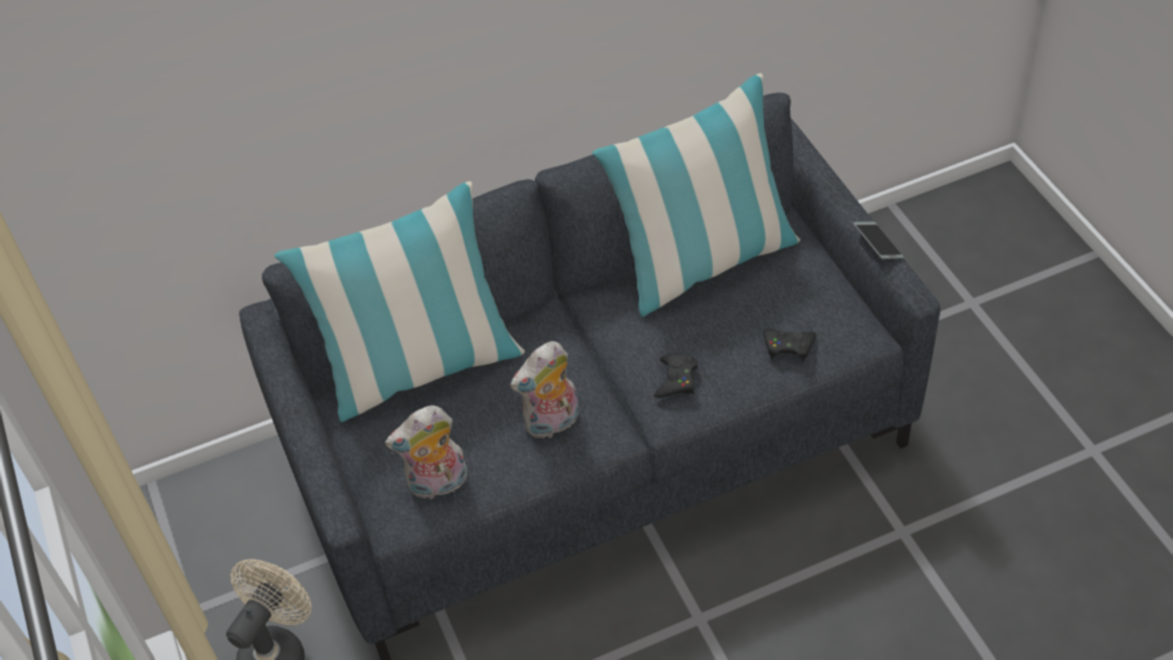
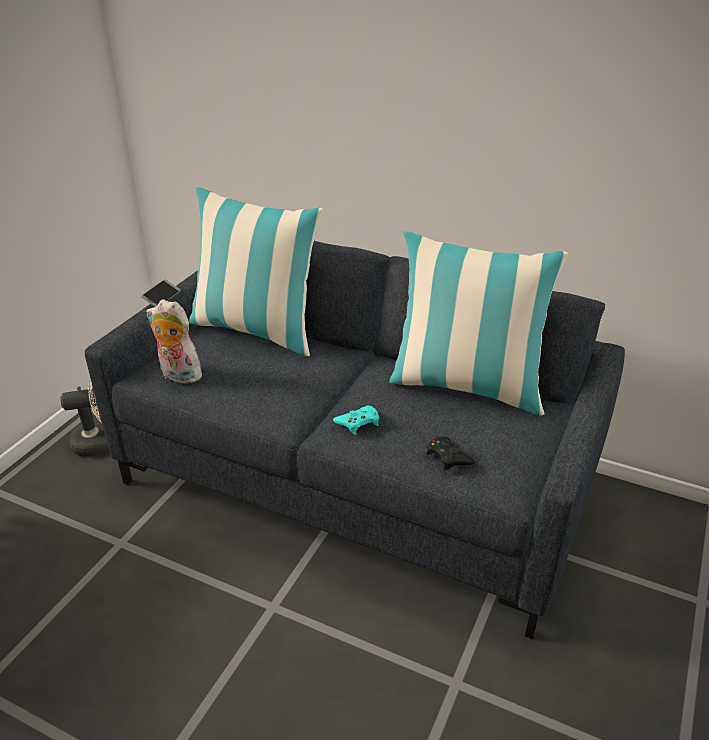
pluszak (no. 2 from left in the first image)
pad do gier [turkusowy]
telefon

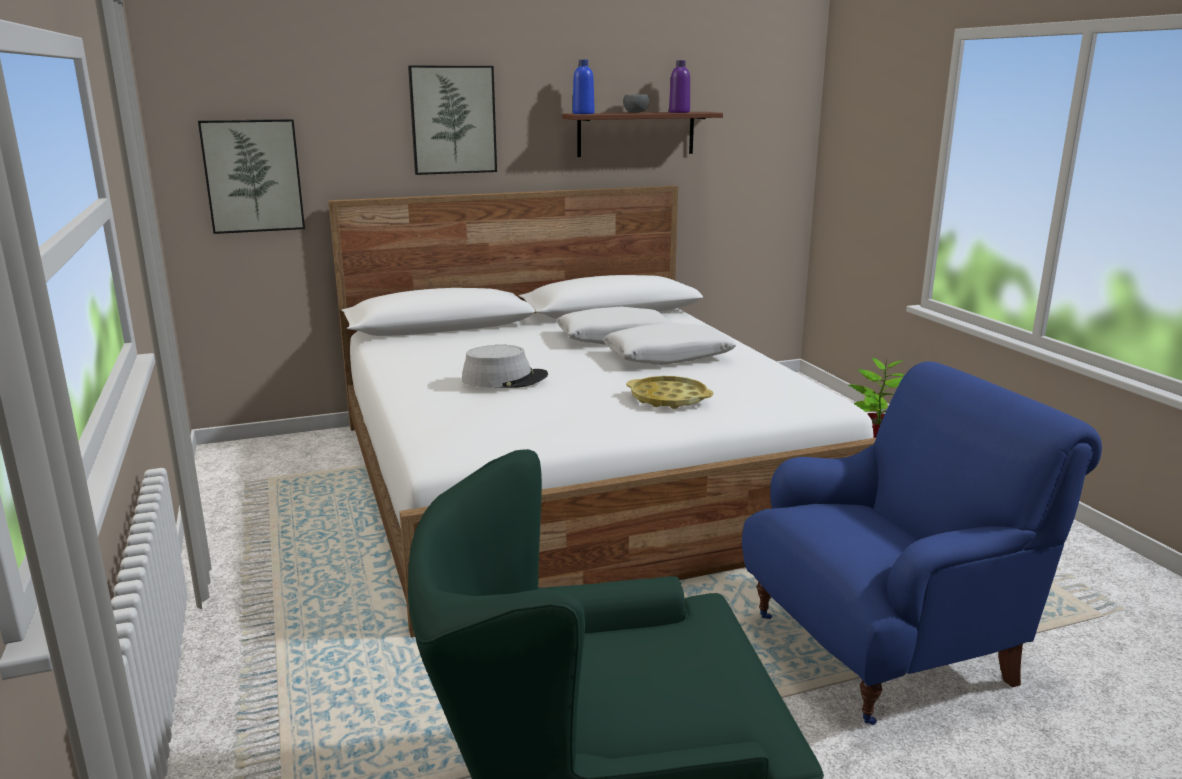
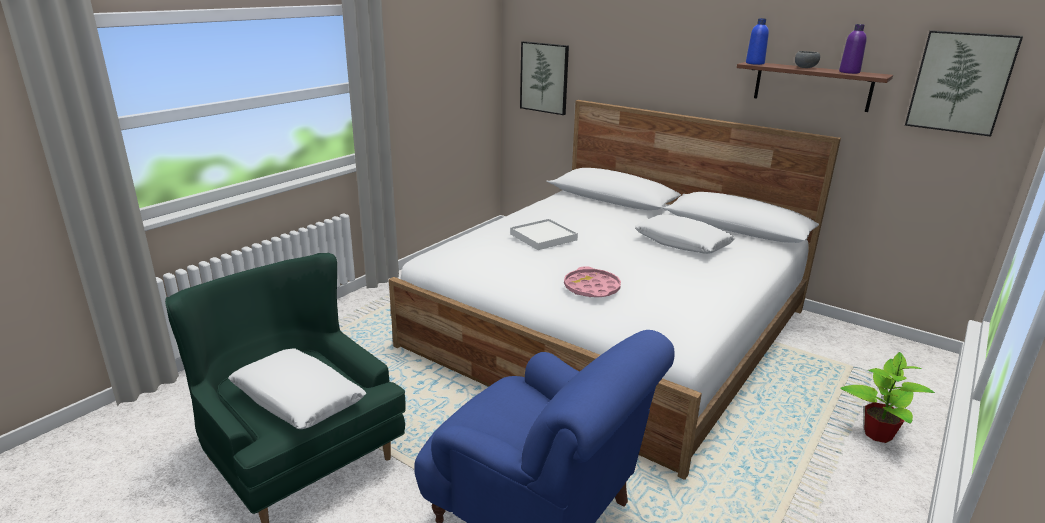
obraz (no. 2 from left)
taca [biały]
poduszka [biały] (no. 1 from left)
taca [różowy]

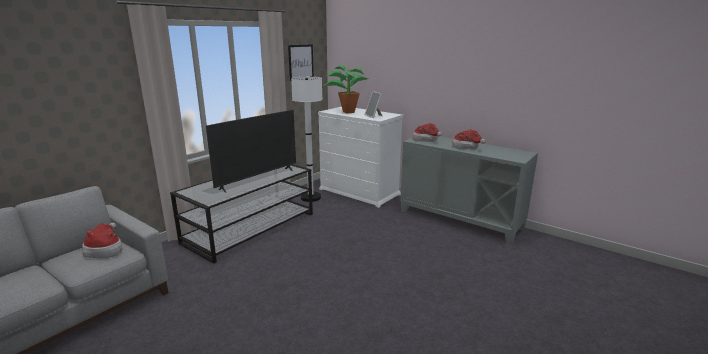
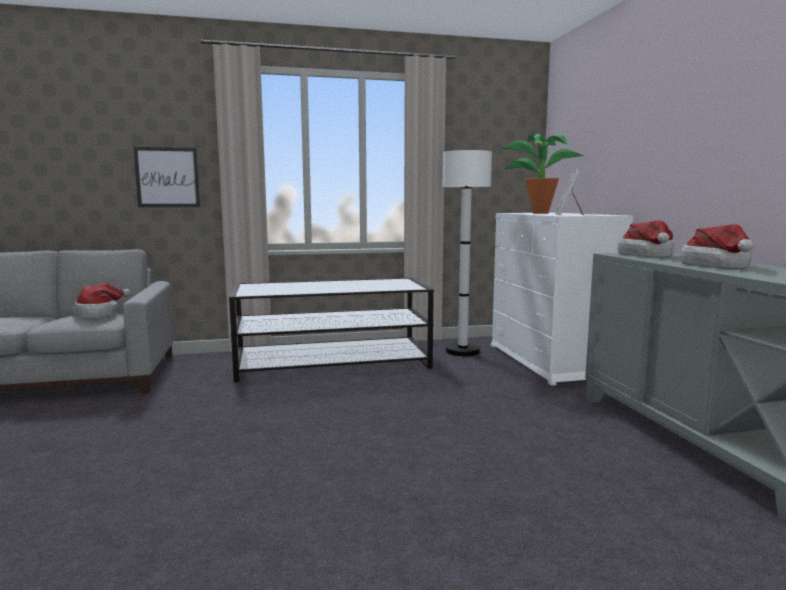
telewizor
obraz

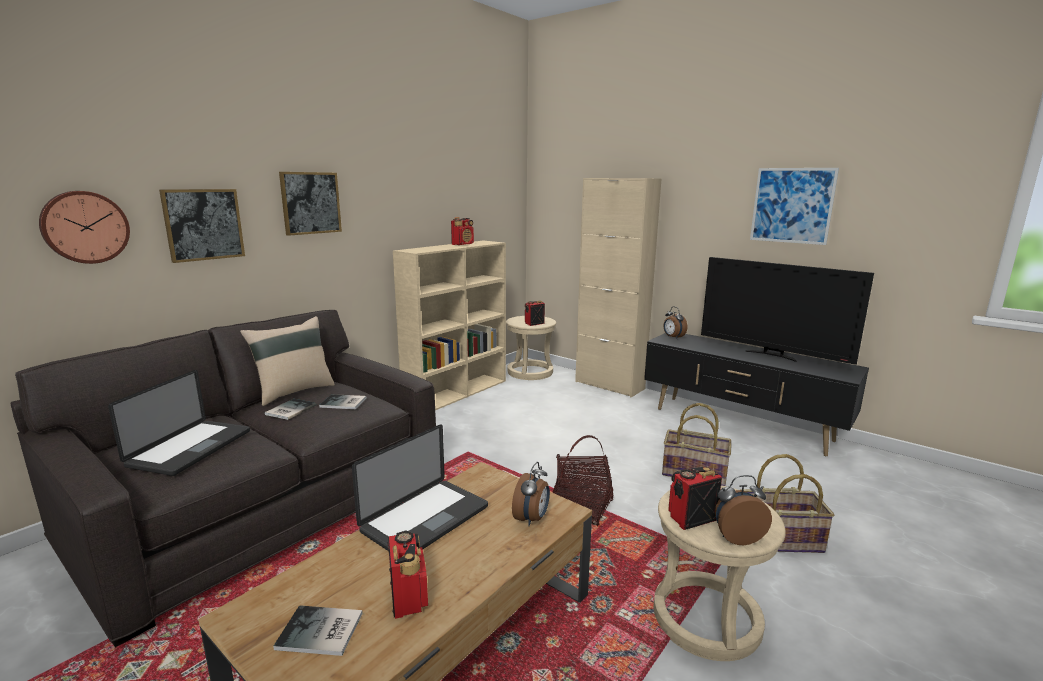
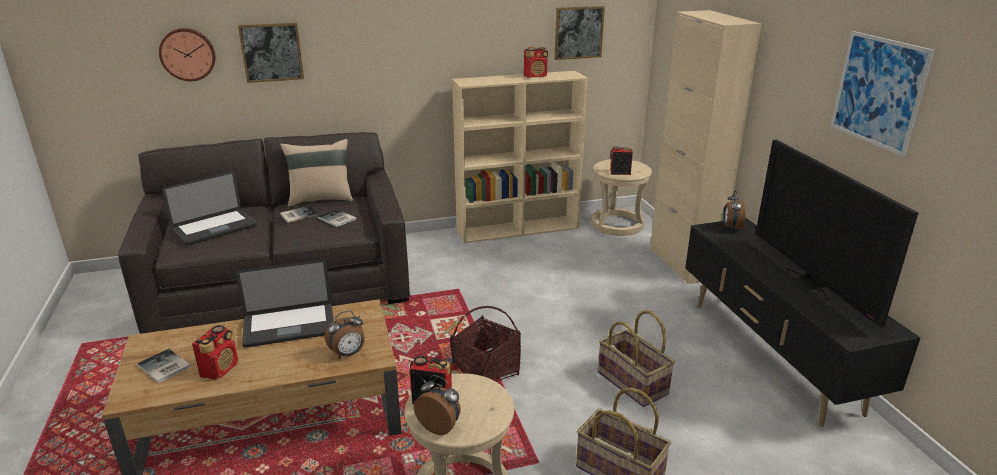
obraz (no. 2 from left)

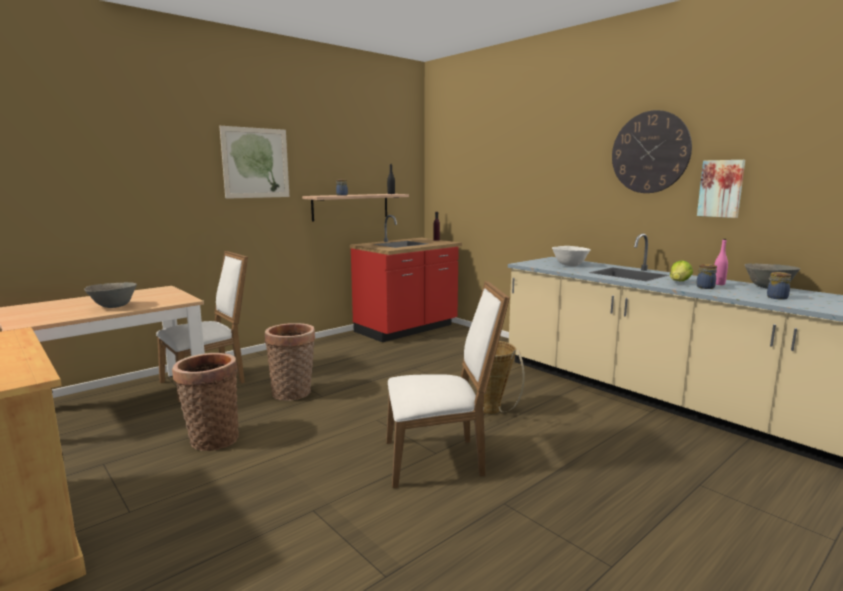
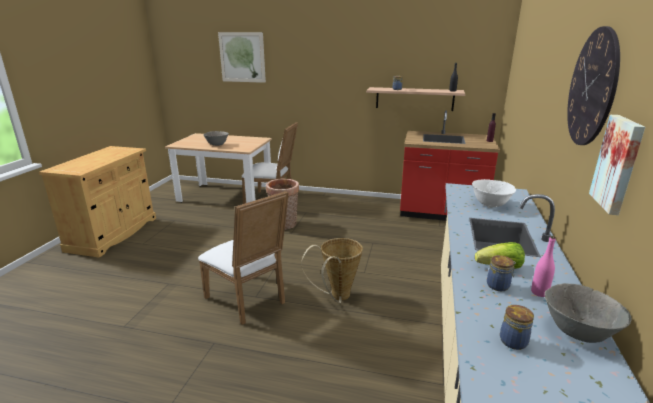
koszyk (no. 1 from left in the first image)
obraz (no. 1 from left)

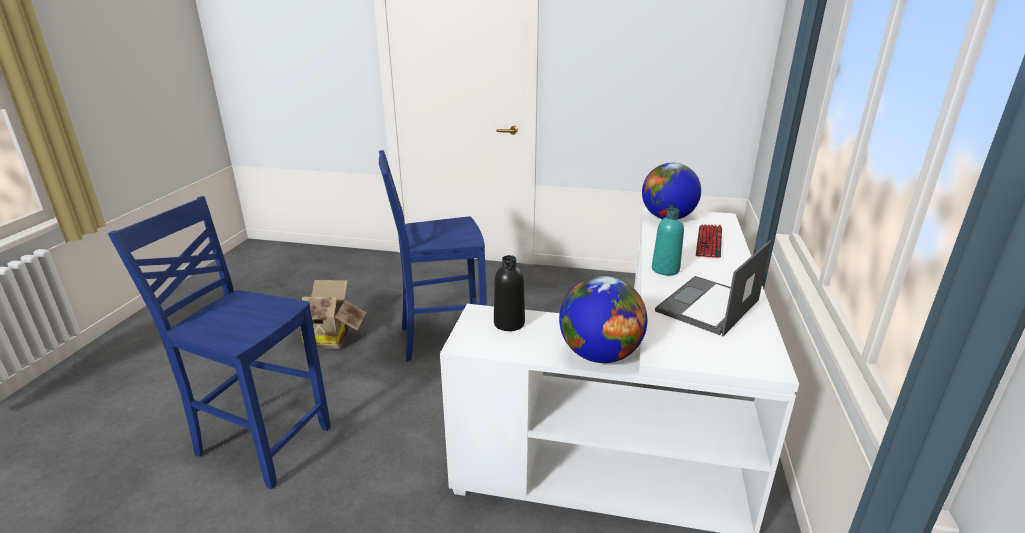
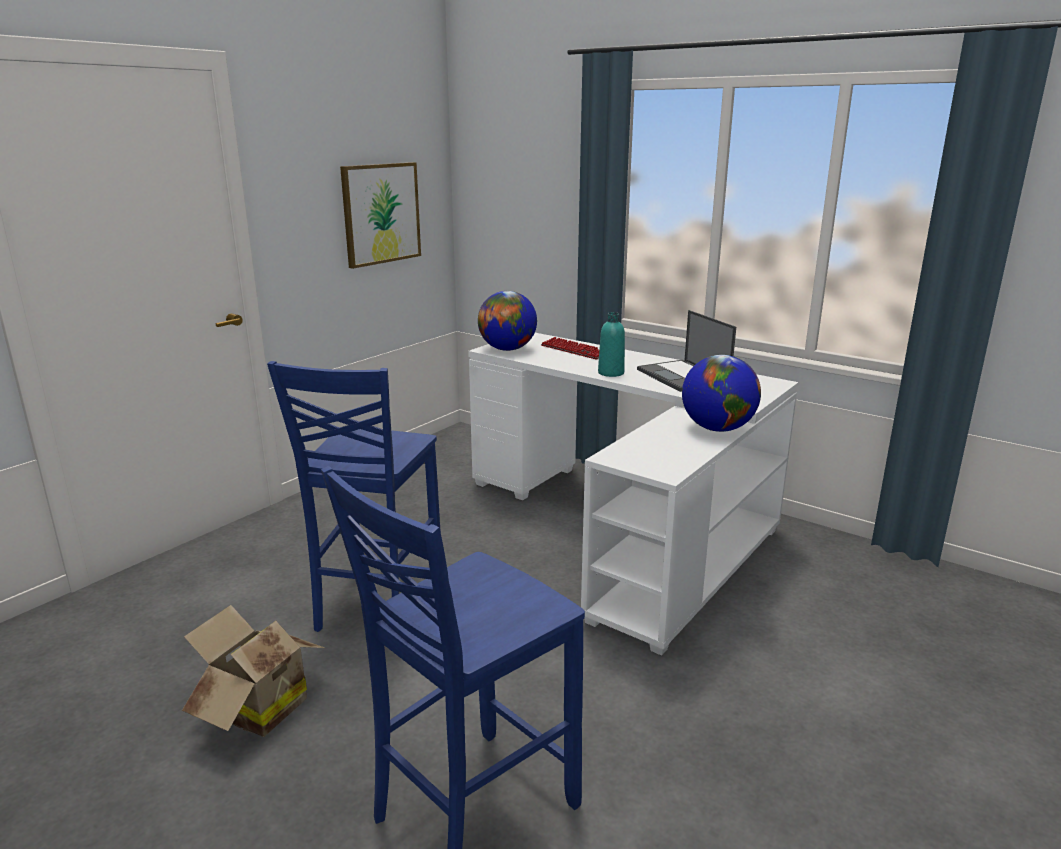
butelka [czarny]
obraz

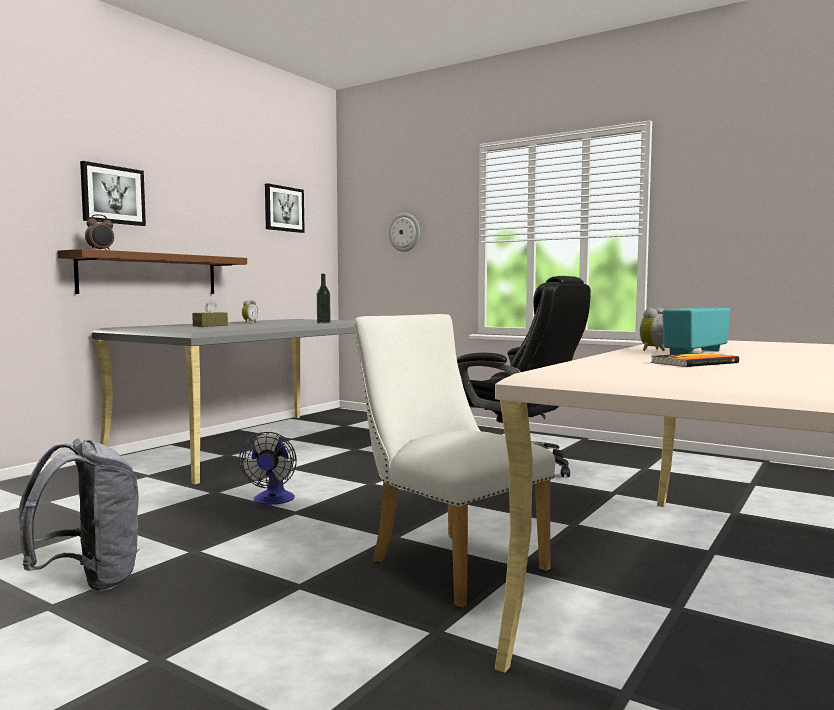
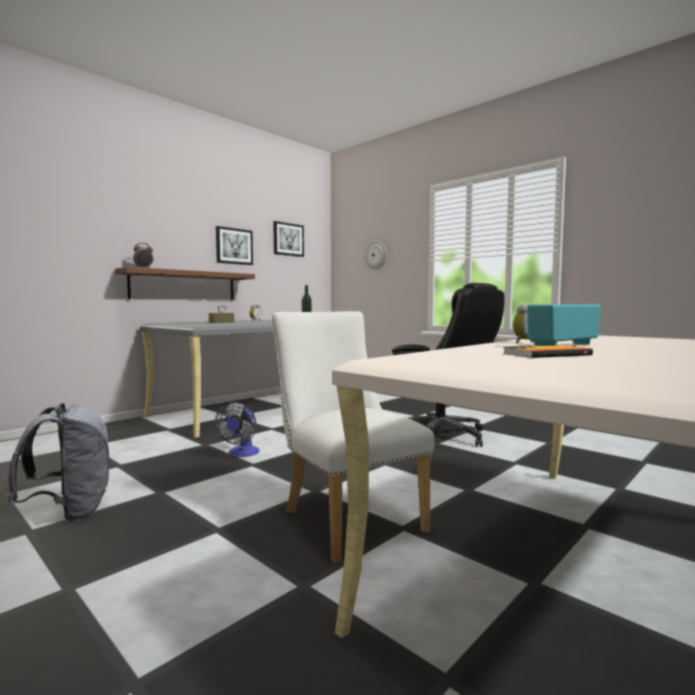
obraz (no. 1 from left)

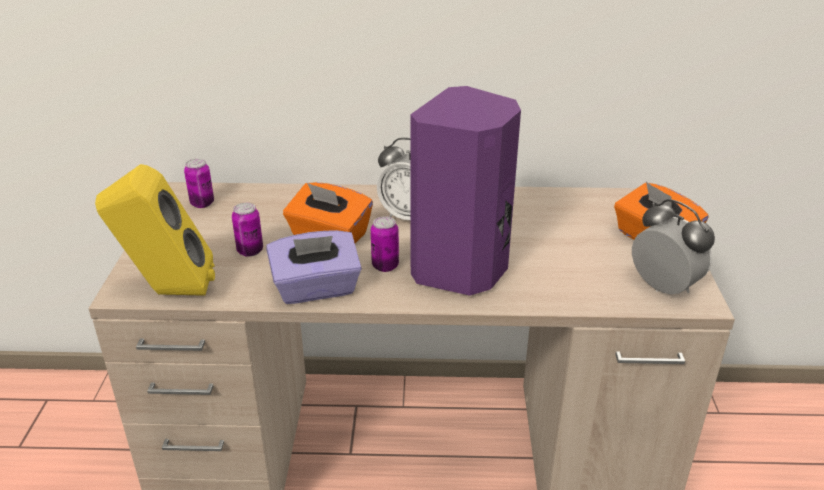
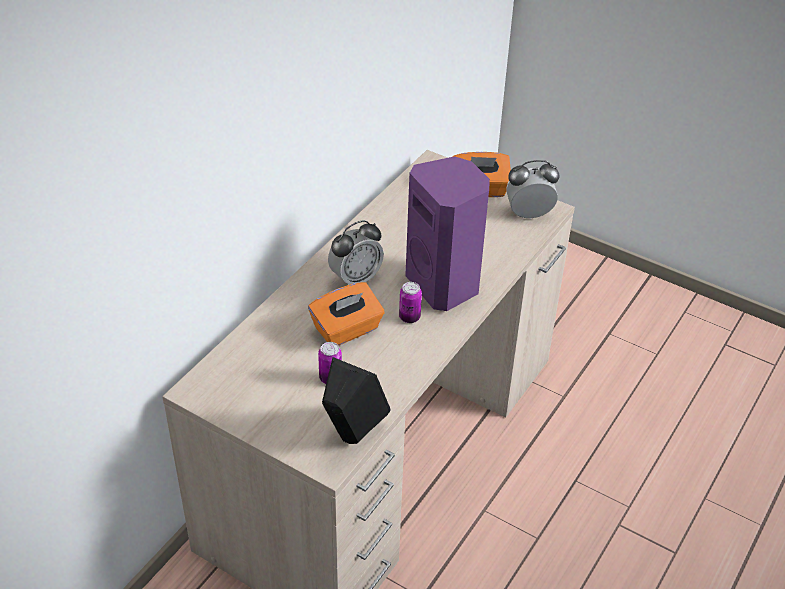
głośnik [czarny]
puszka (no. 1 from left in the first image)
pudełko chusteczek [fioletowy]

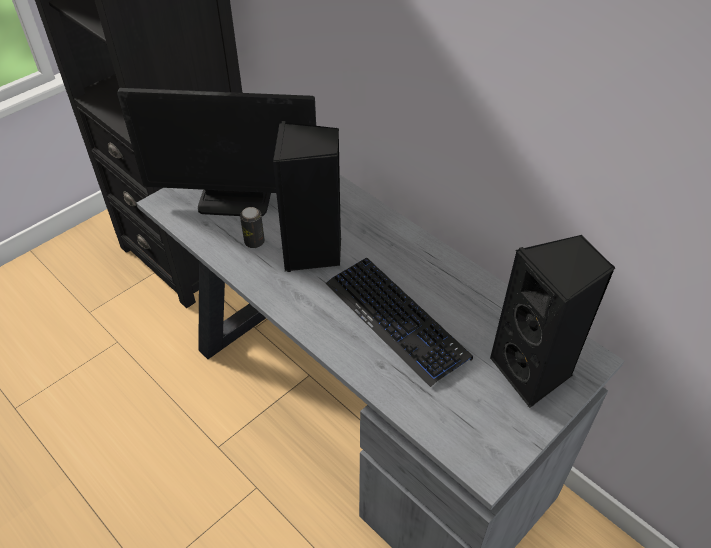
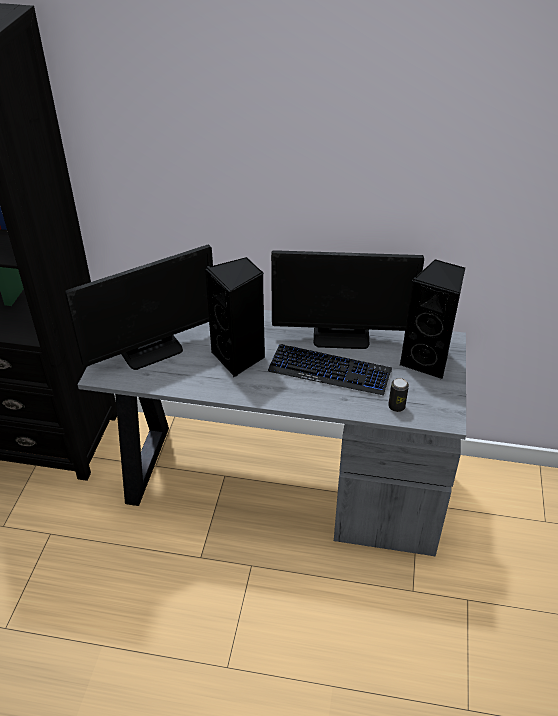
puszka
monitor (no. 2 from left)

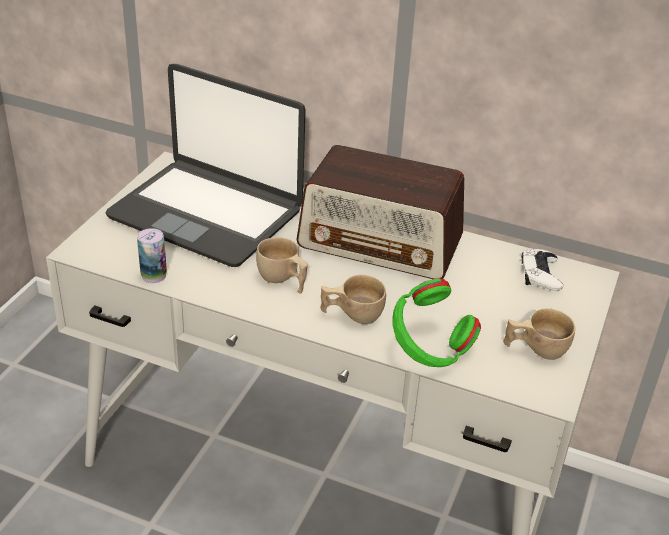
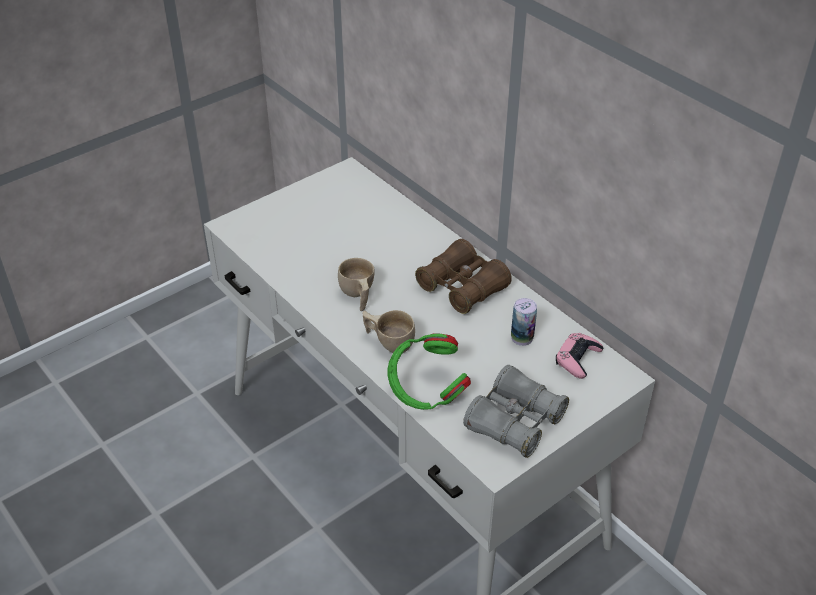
laptop
puszka
lornetka [brązowy]
lornetka [szary]
pad do gier [różowy]

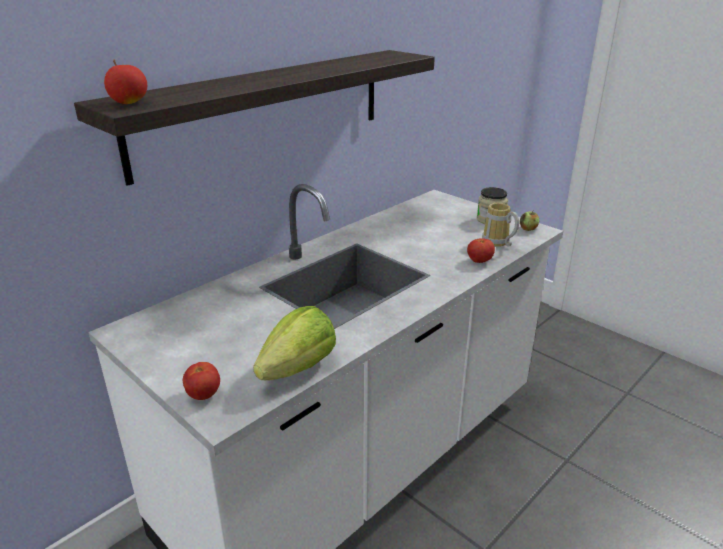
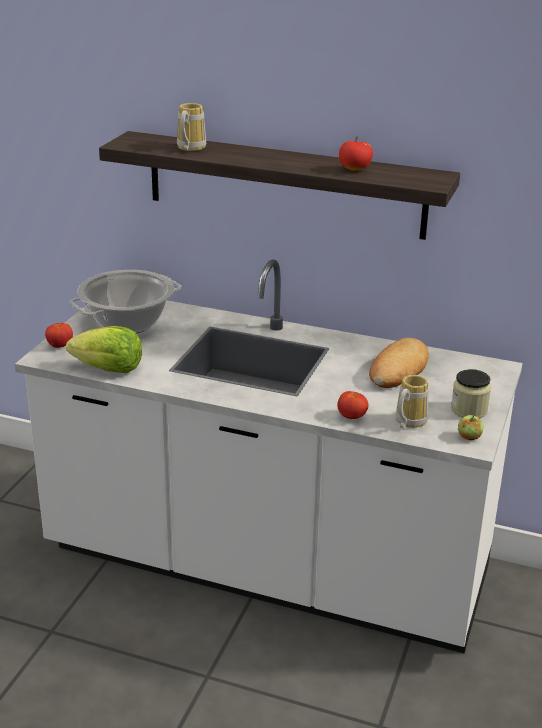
jabłko (no. 1 from left)
garnek
kubek (no. 1 from left)
chleb

